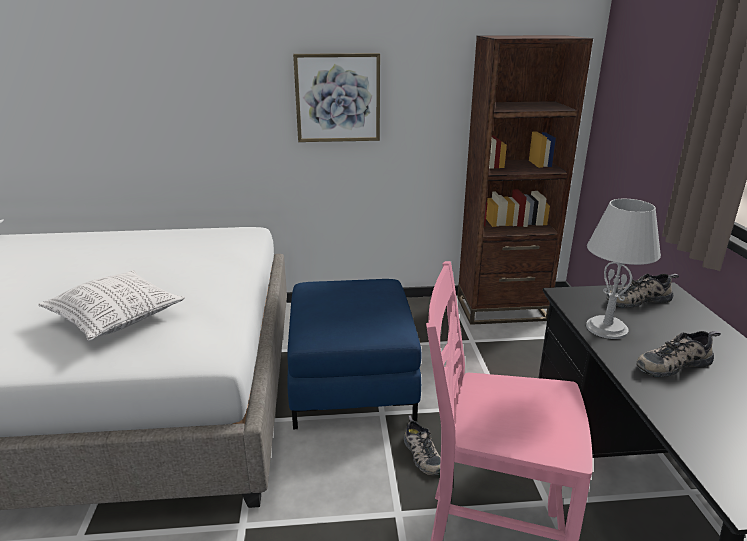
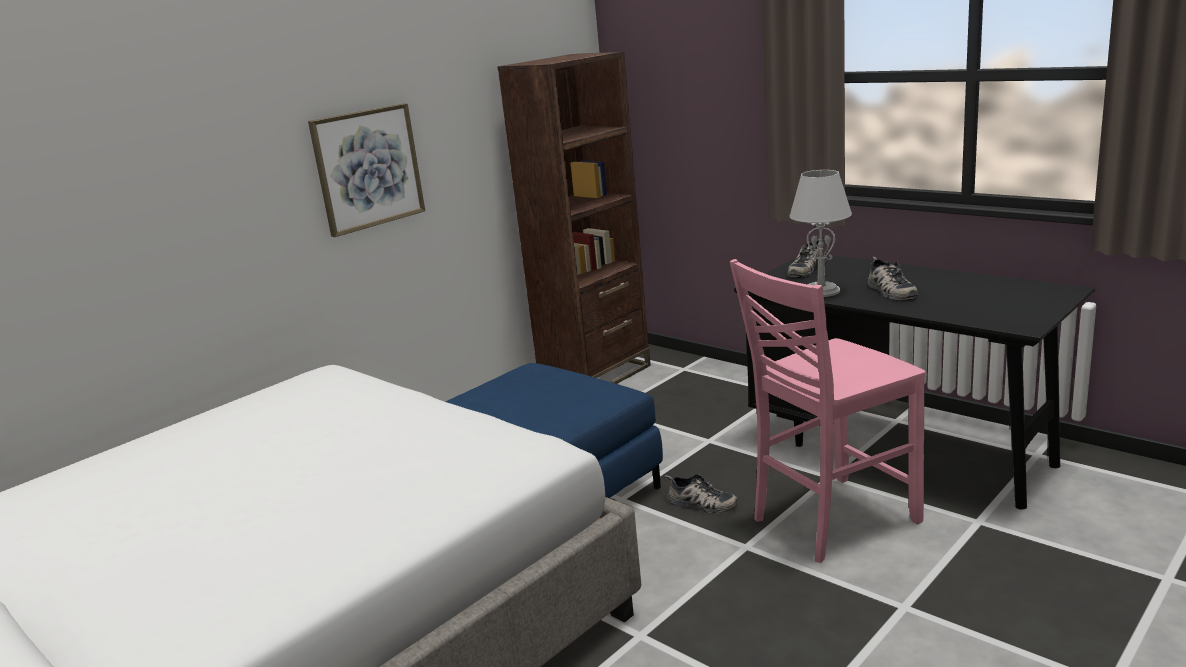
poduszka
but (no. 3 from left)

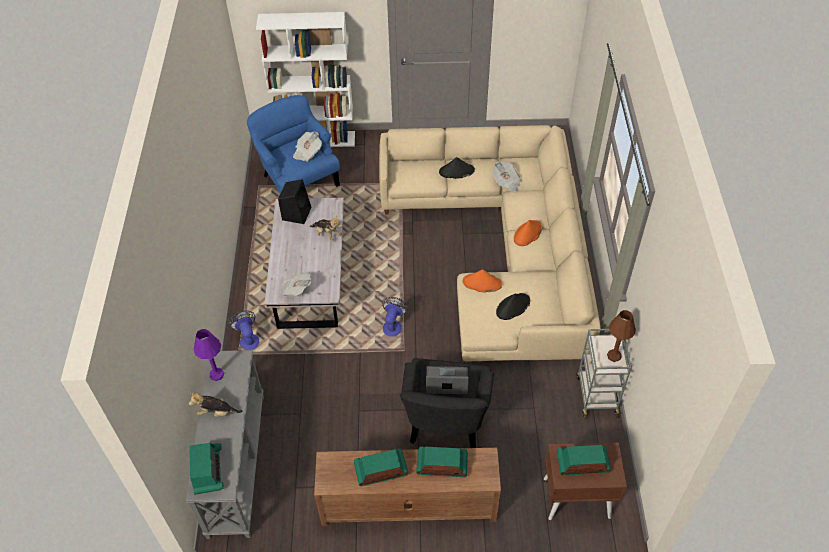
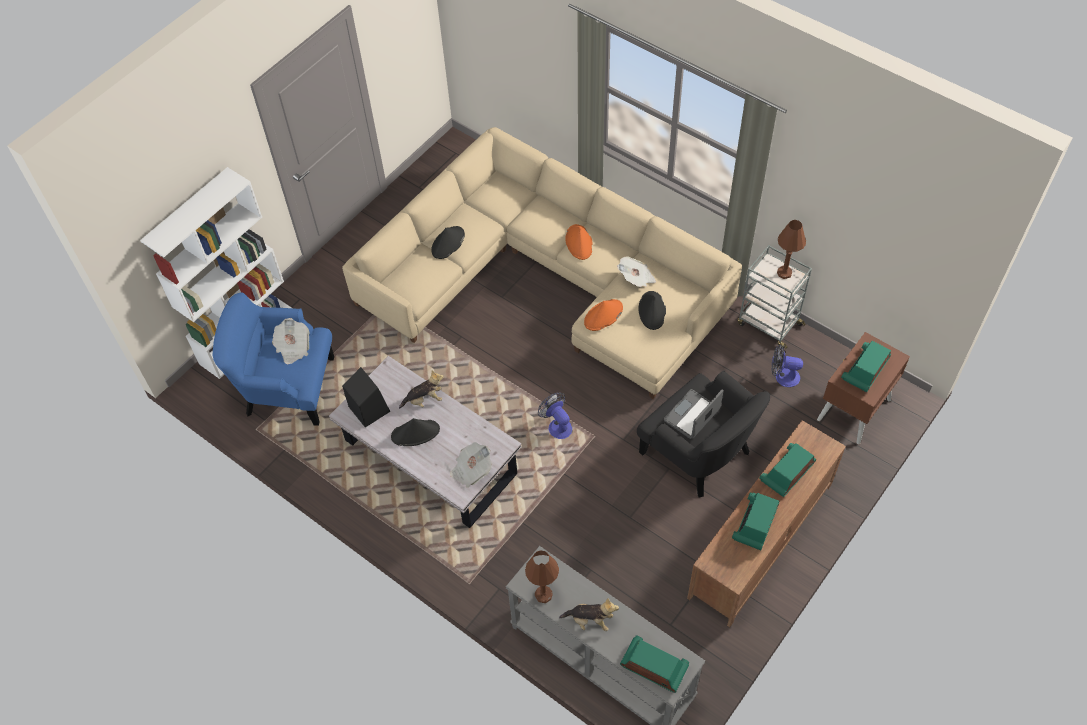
pluszak (no. 2 from left)
lampa stołowa [brązowy] (no. 1 from left)
wentylator (no. 2 from left)
gazeta (no. 3 from left)
kapelusz [czarny] (no. 1 from left)

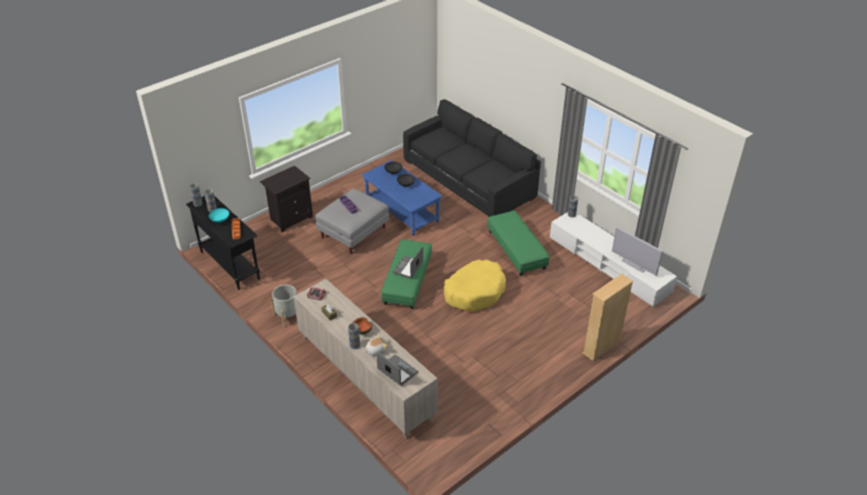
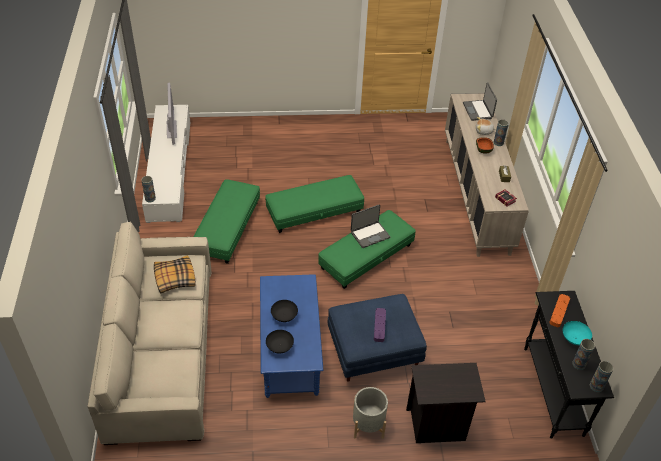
donica [szary]
pufa [niebieski]
kanapa [beżowy]
pufa [zielony] (no. 2 from left)
regał [beżowy]
poduszka

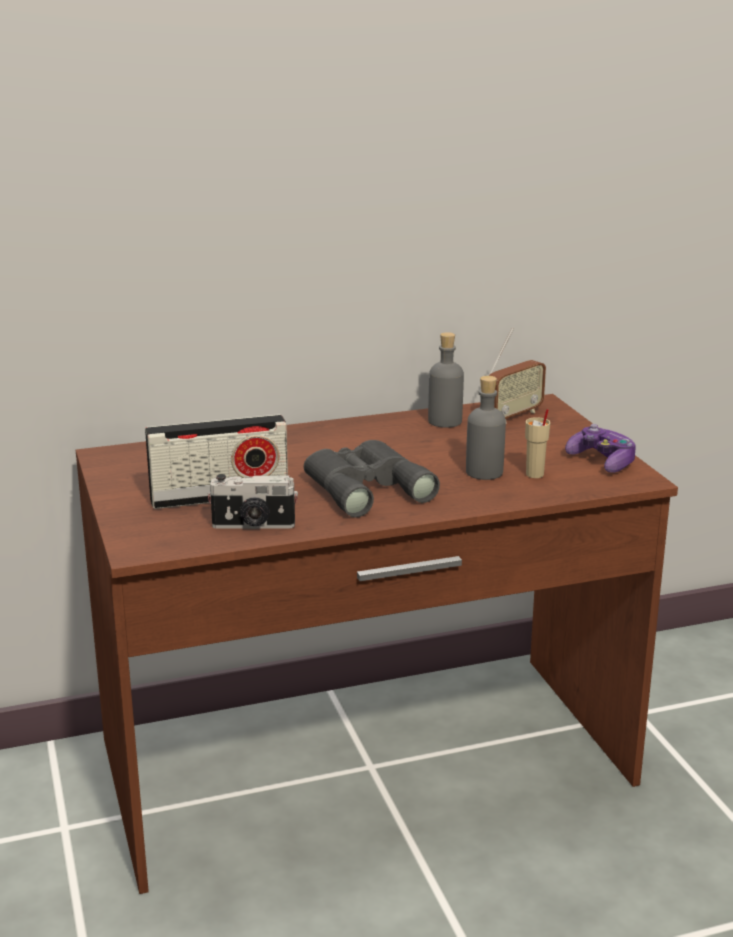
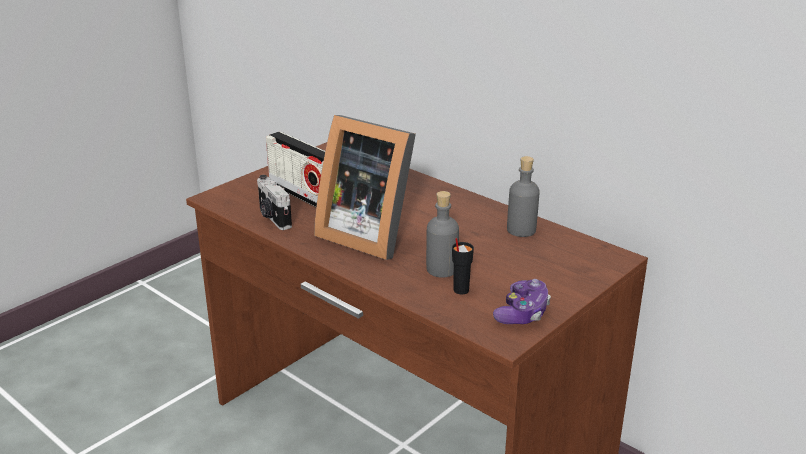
ramka na zdjęcie
radio (no. 2 from left in the first image)
filiżanka [czarny]

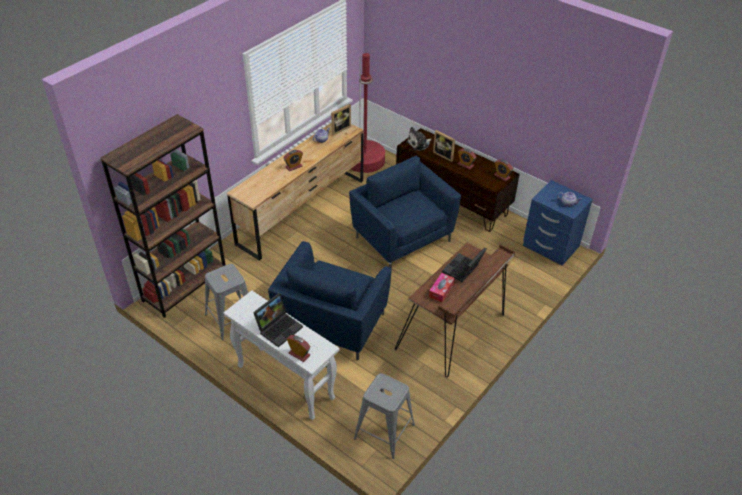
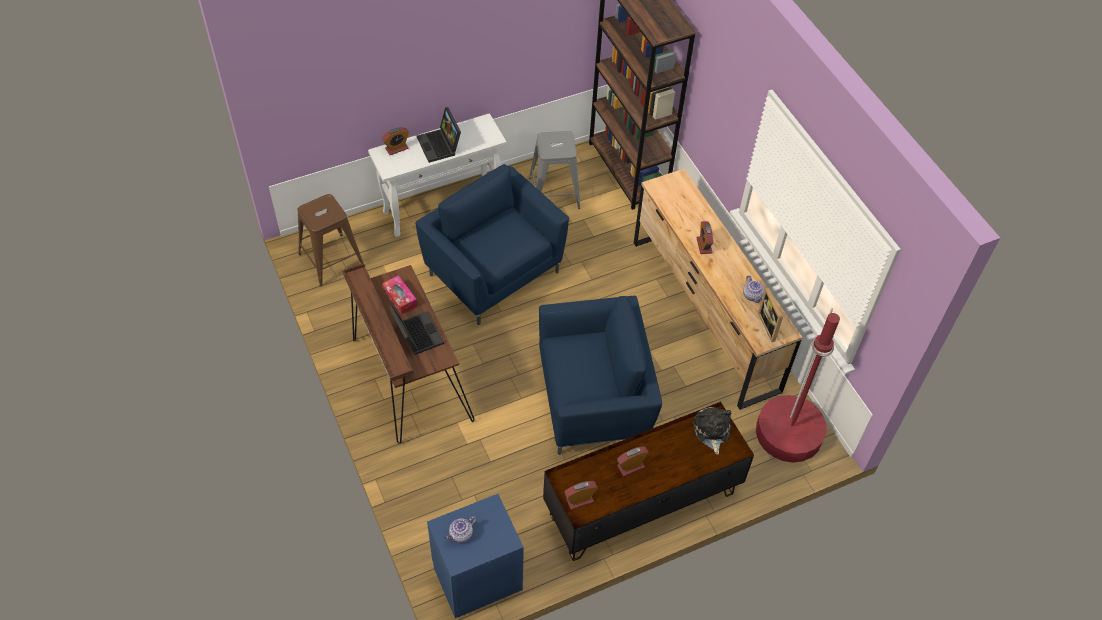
stołek [brązowy]
ramka na zdjęcie (no. 2 from left in the first image)

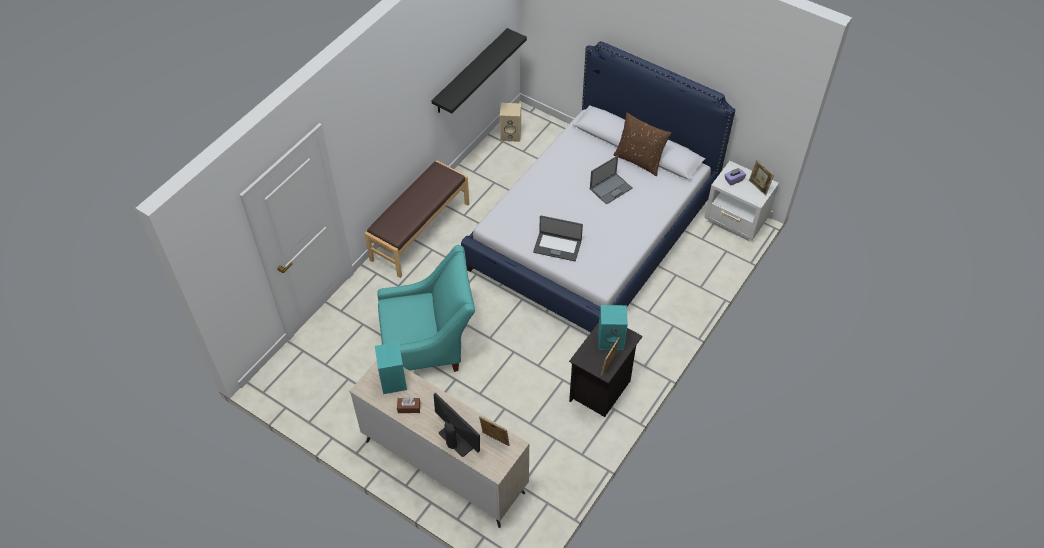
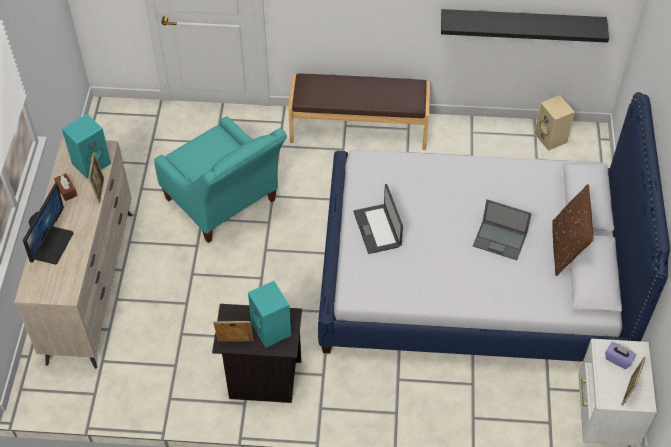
ramka na zdjęcie (no. 1 from left)

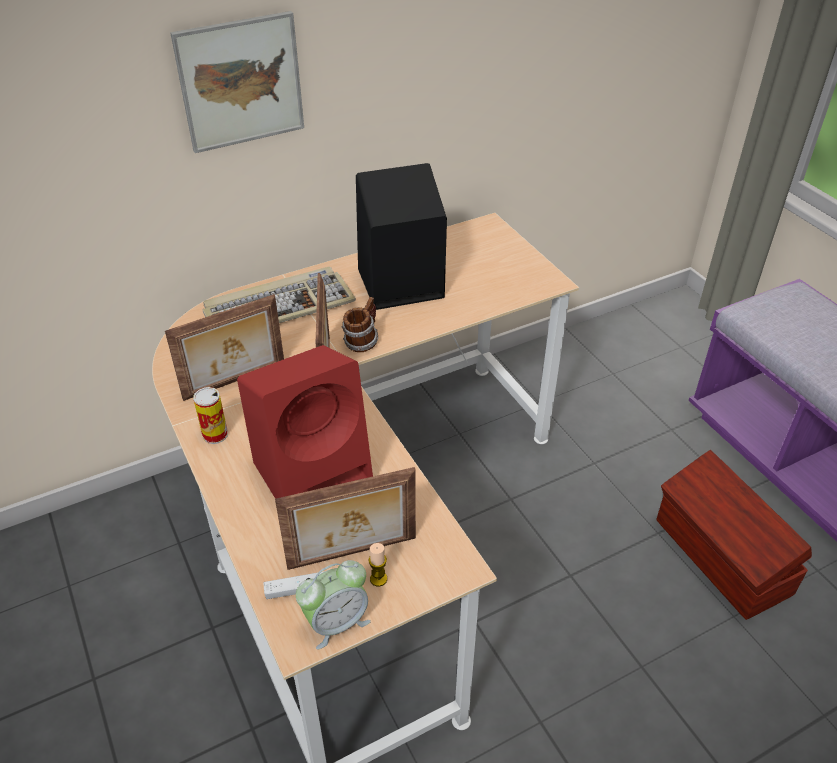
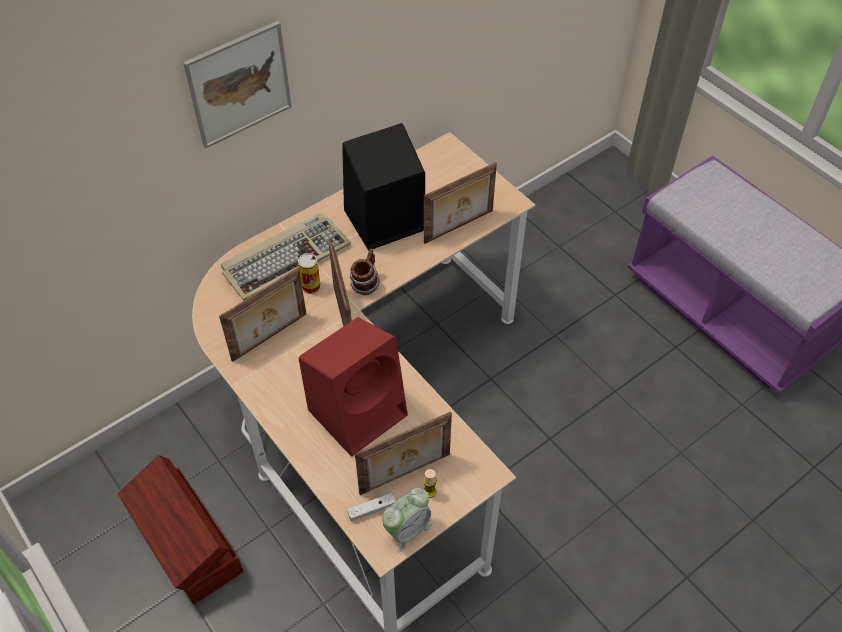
puszka
pojemnik do przechowywania [brązowy]
ramka na zdjęcie (no. 4 from left)

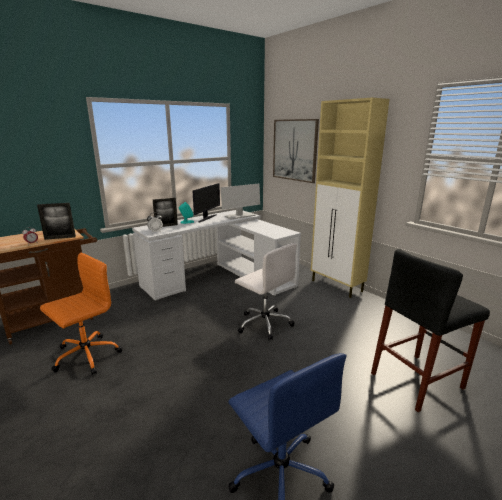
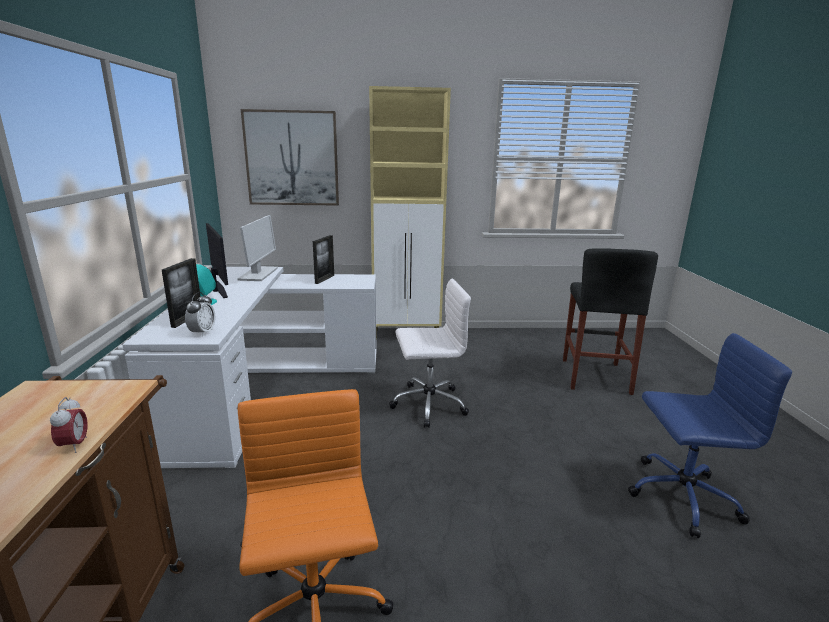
ramka na zdjęcie (no. 2 from left)

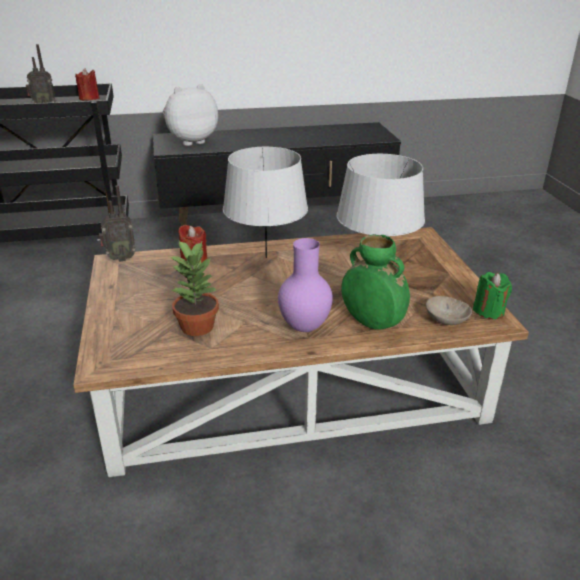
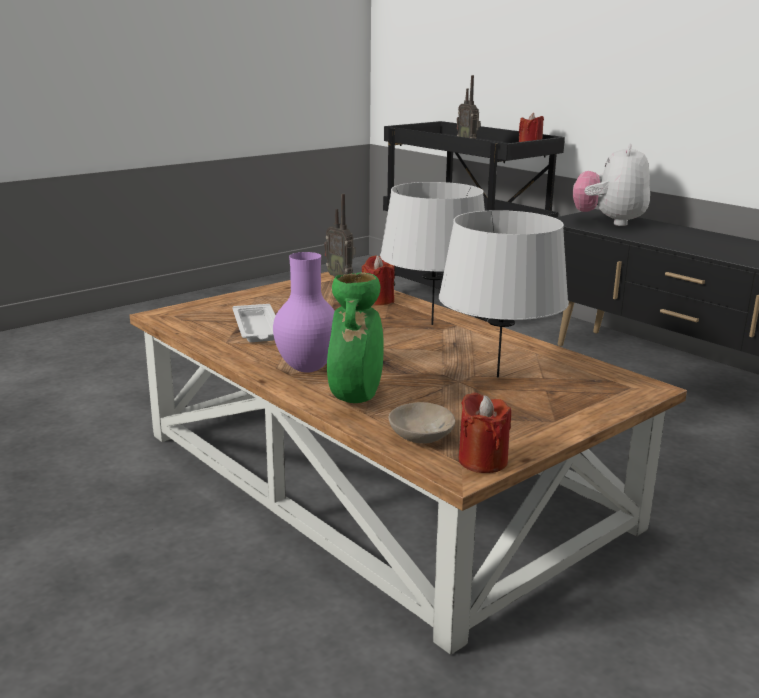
pluszak
taca [biały]
świeca [czerwony] (no. 2 from left)

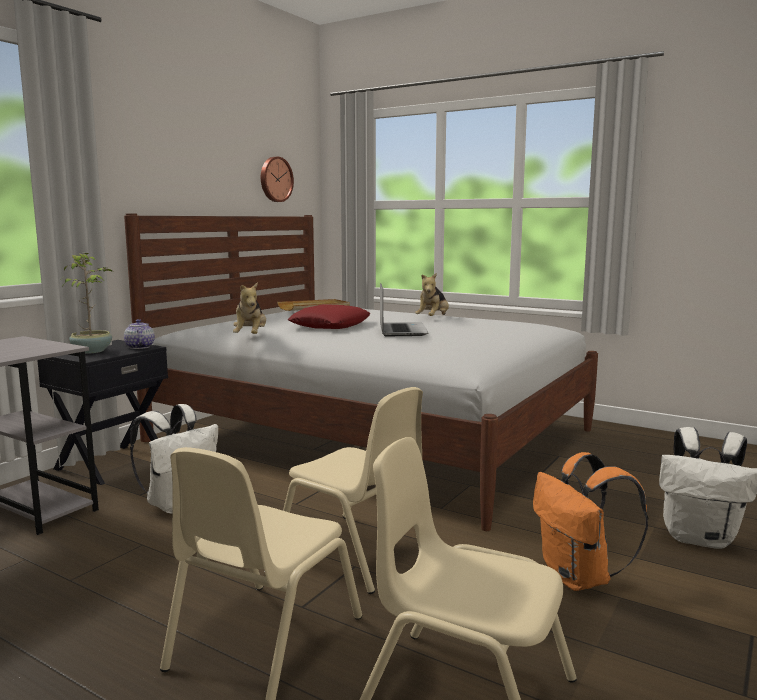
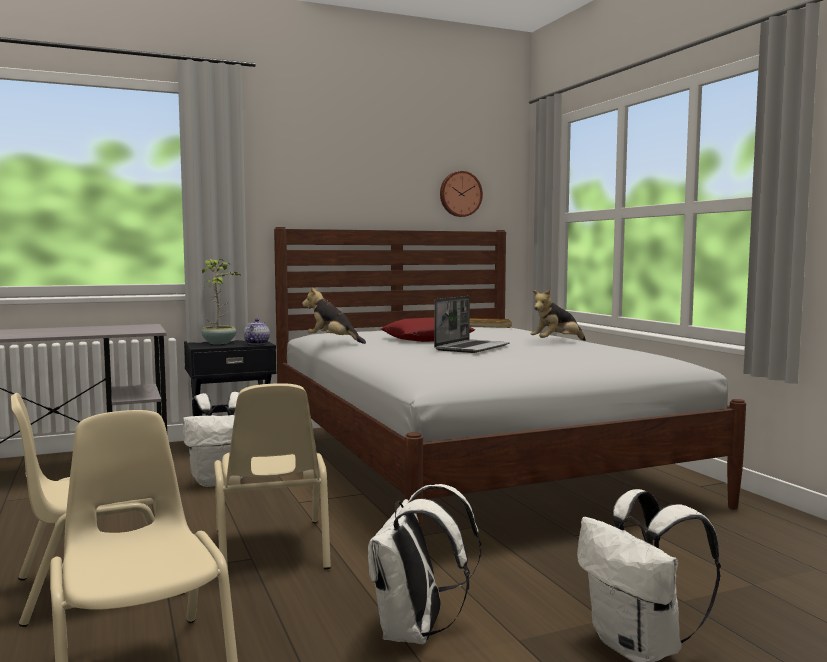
pluszak (no. 1 from left)
plecak [biały] (no. 2 from left)

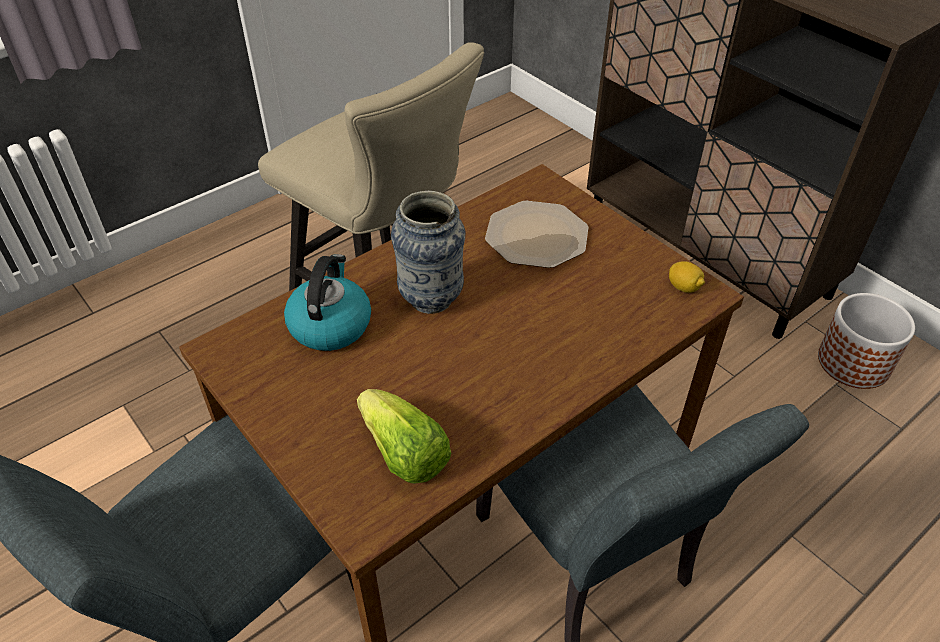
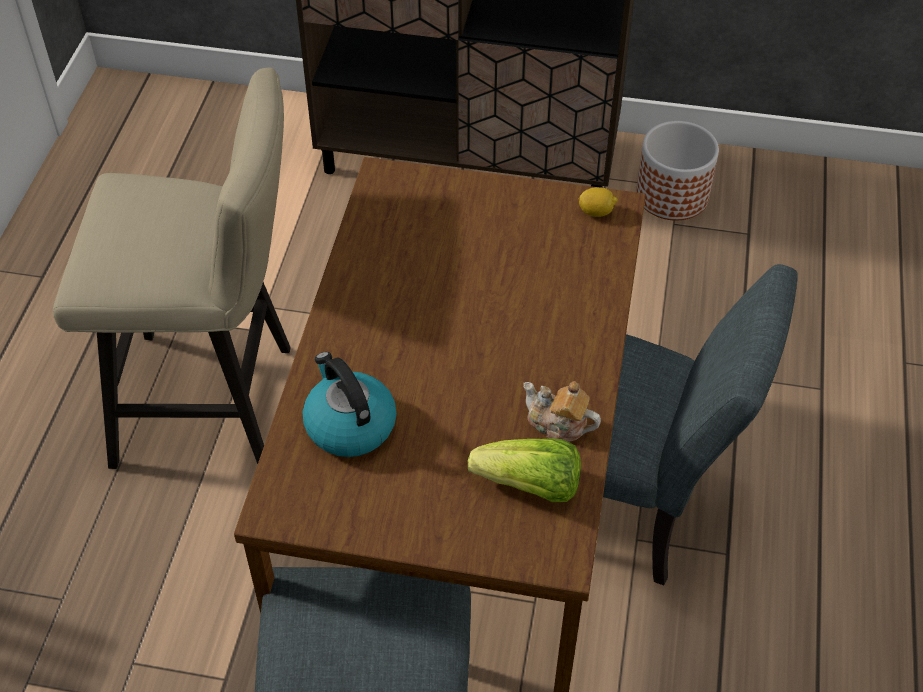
wazon
talerz
imbryk

